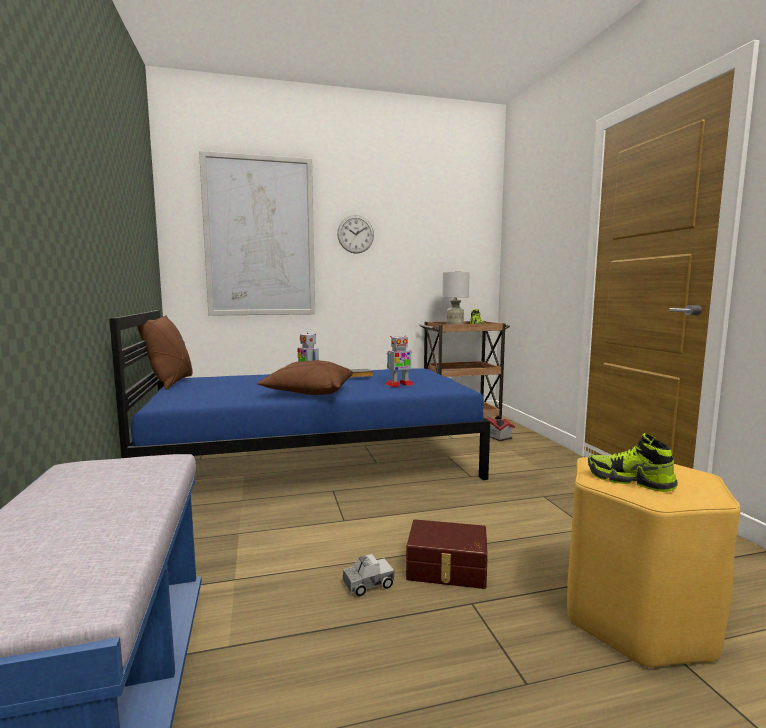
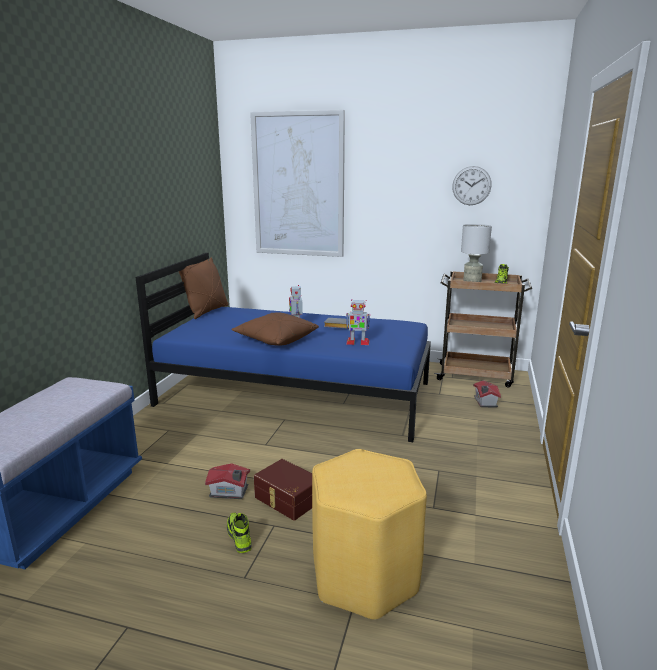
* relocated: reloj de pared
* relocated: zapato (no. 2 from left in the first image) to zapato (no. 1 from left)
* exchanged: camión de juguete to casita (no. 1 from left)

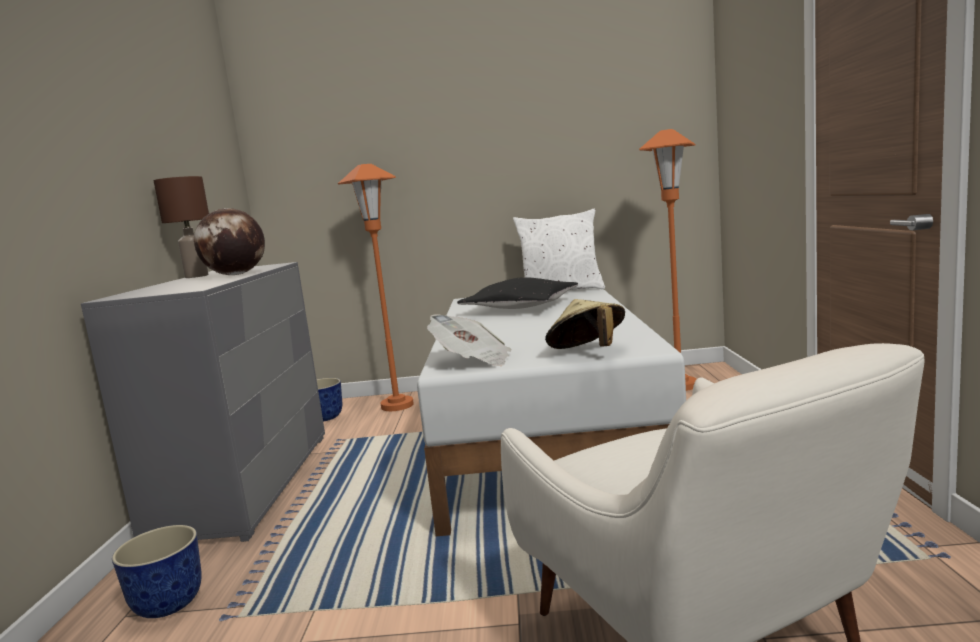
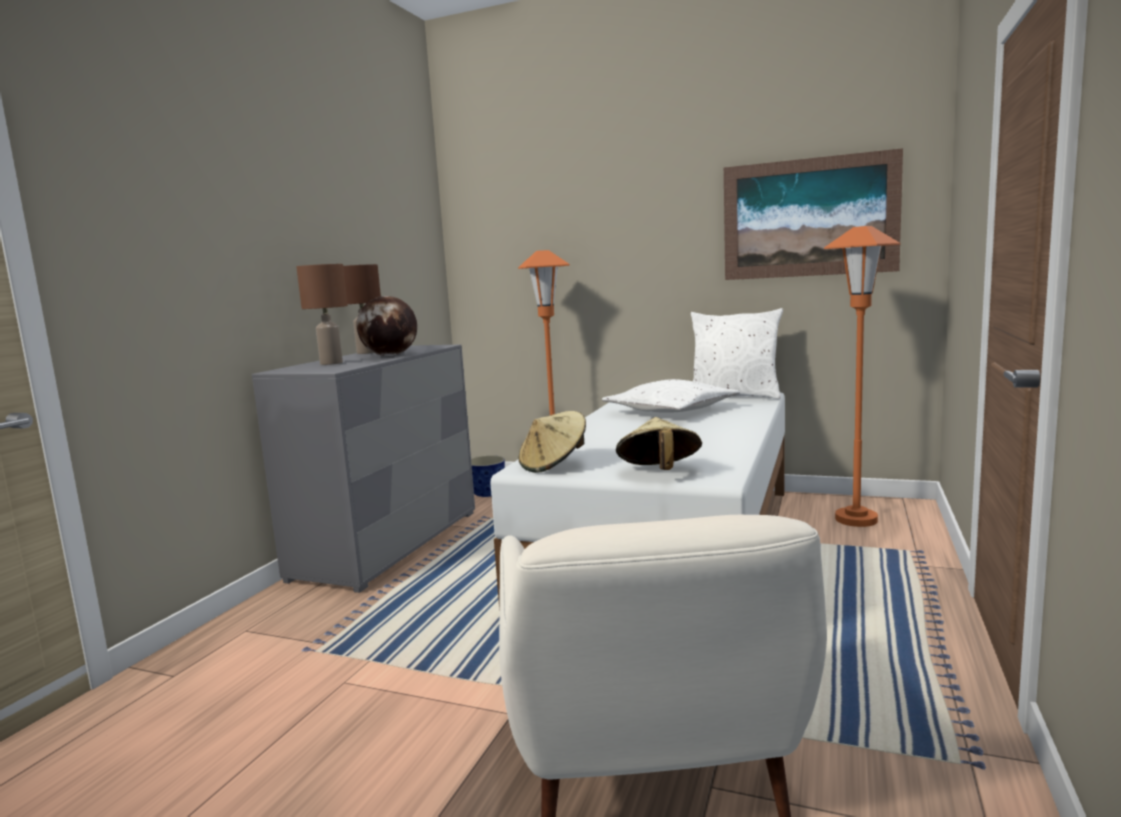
* missing: maceta (no. 1 from left)
* appeared: lámpara de mesa [marrón] (no. 1 from left)
* appeared: cuadro
* exchanged: periódico to sombrero [beis] (no. 1 from left)
* colour: cojín [negro] to cojín [blanco] (no. 1 from left)

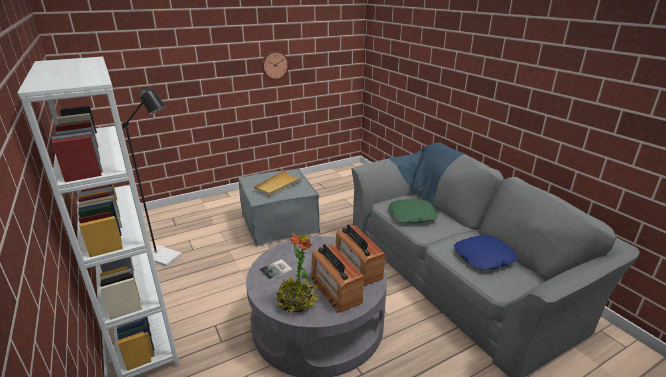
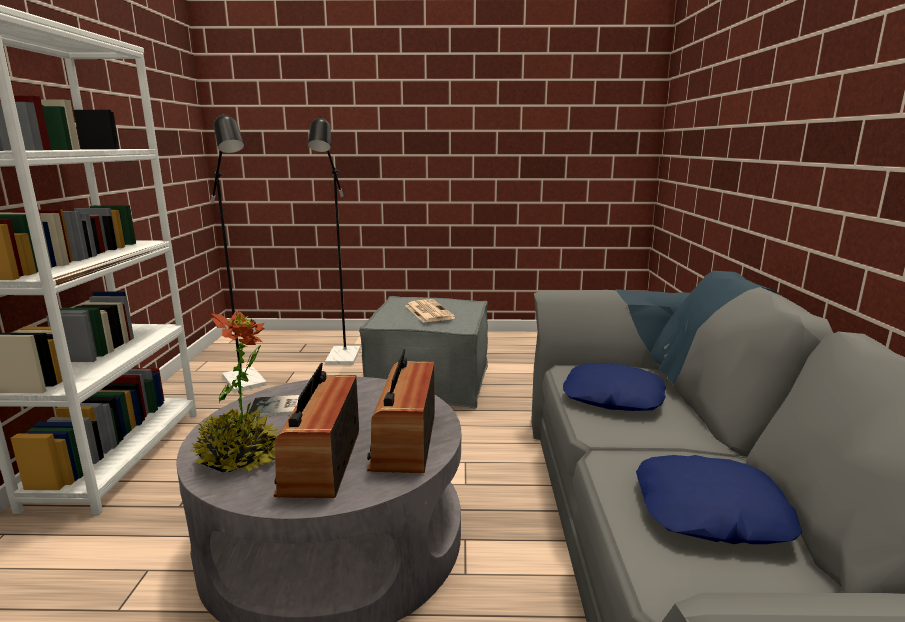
* missing: reloj de pared
* appeared: lámpara de pie [negro] (no. 2 from left)
* exchanged: bandeja [beis] to periódico
* colour: cojín [verde] to cojín [azul] (no. 1 from left)

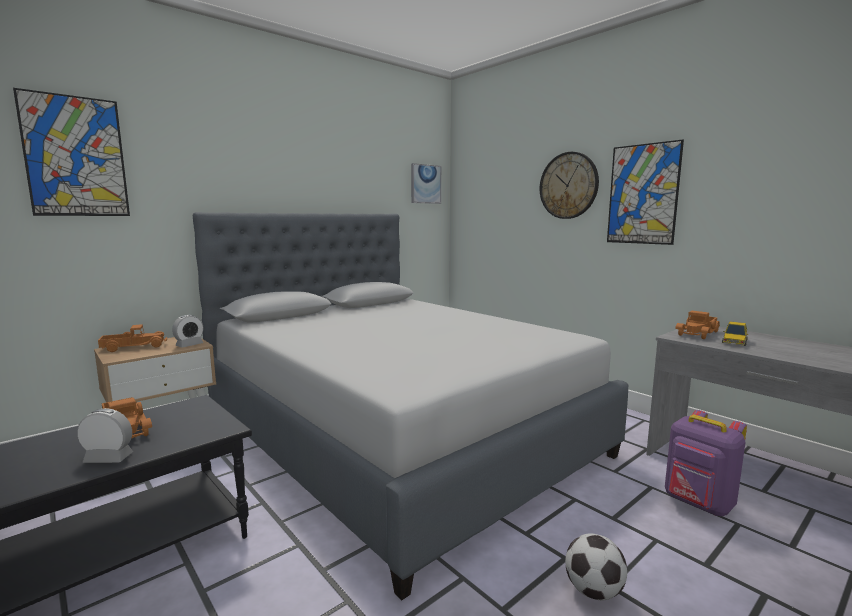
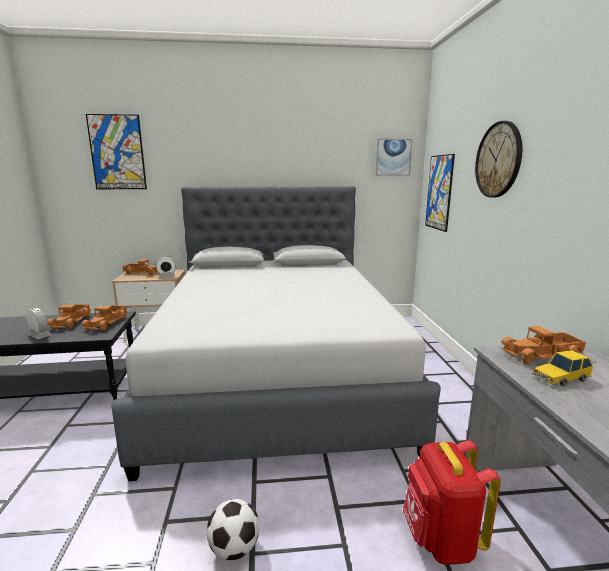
* appeared: camión de juguete (no. 2 from left)
* relocated: cuadro (no. 3 from left)
* colour: mochila [morado] to mochila [rojo]

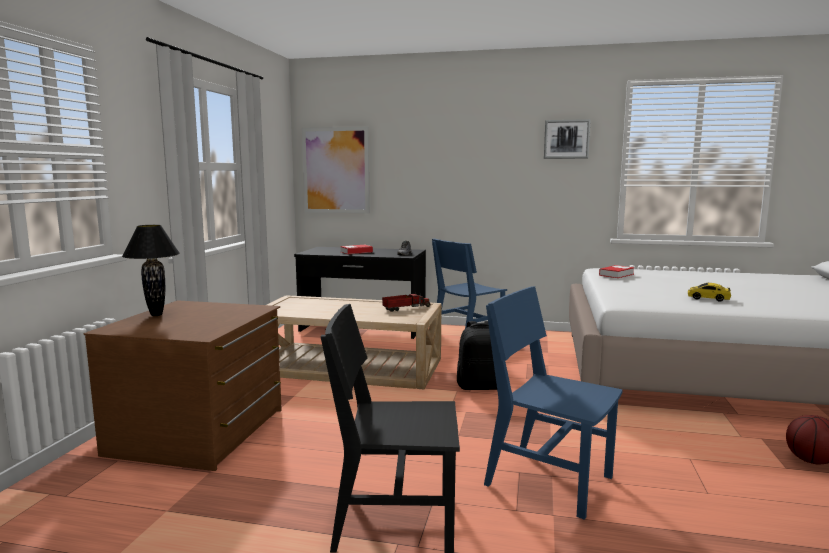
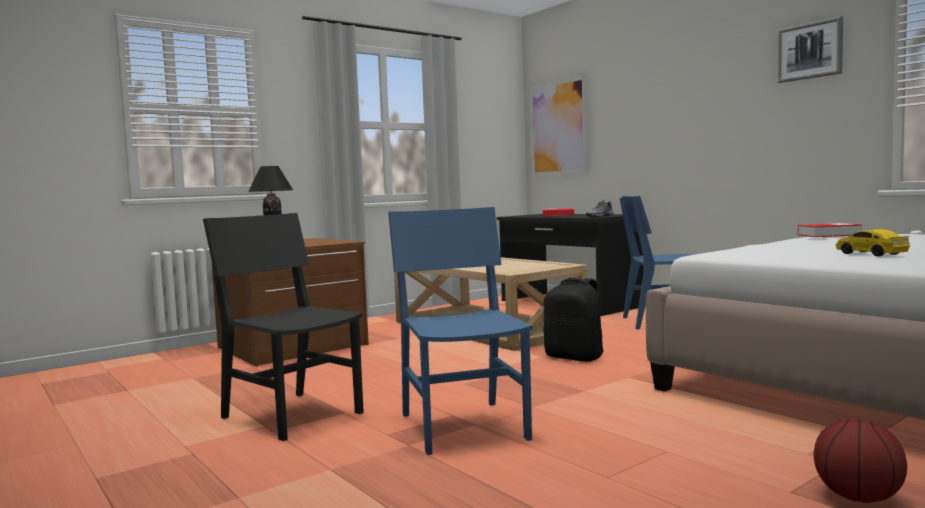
* missing: camión de juguete

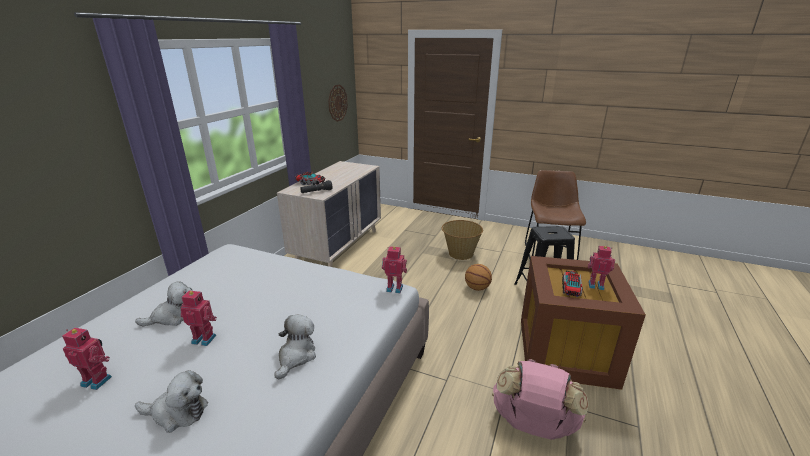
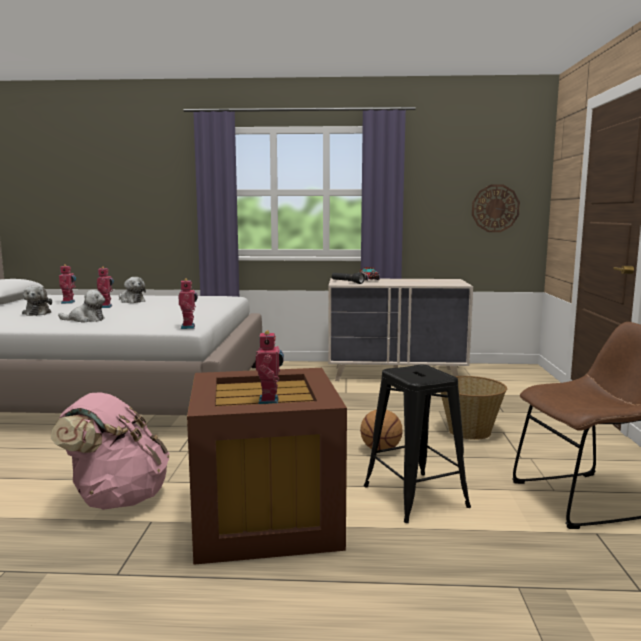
* missing: camión de juguete (no. 2 from left)

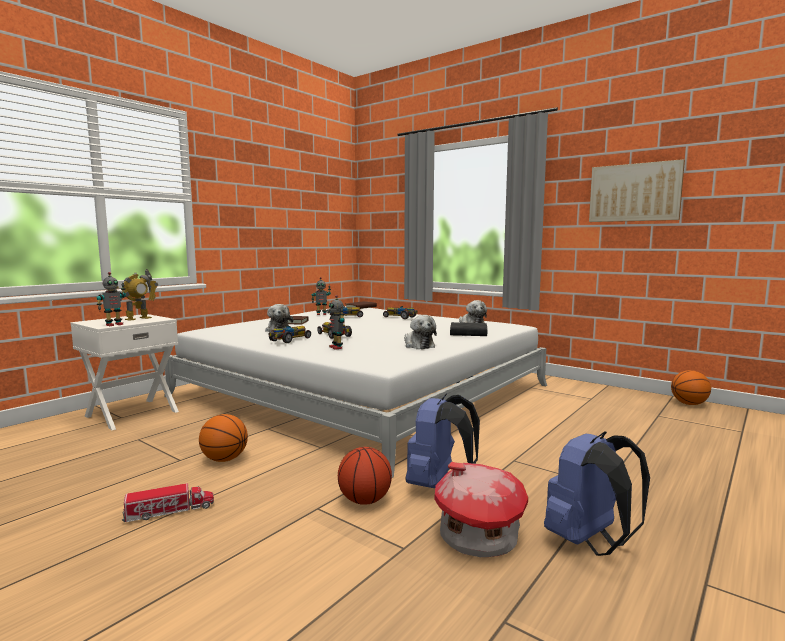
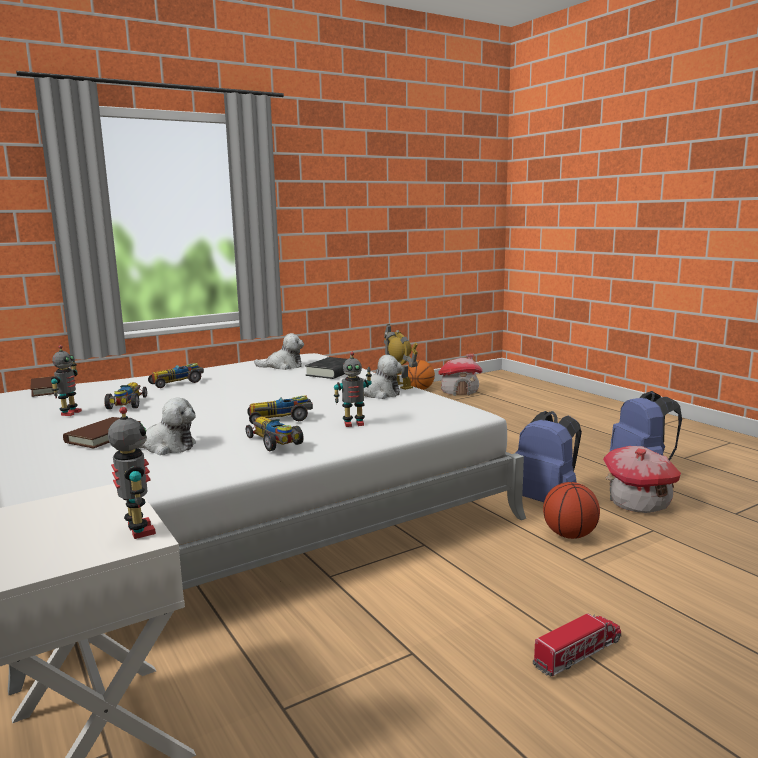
* missing: balón de baloncesto (no. 1 from left)
* missing: cuadro
* appeared: casita (no. 1 from left)
* relocated: robot de juguete (no. 2 from left in the first image) to robot de juguete (no. 4 from left)
* spun: camión de juguete 60 degrees clockwise

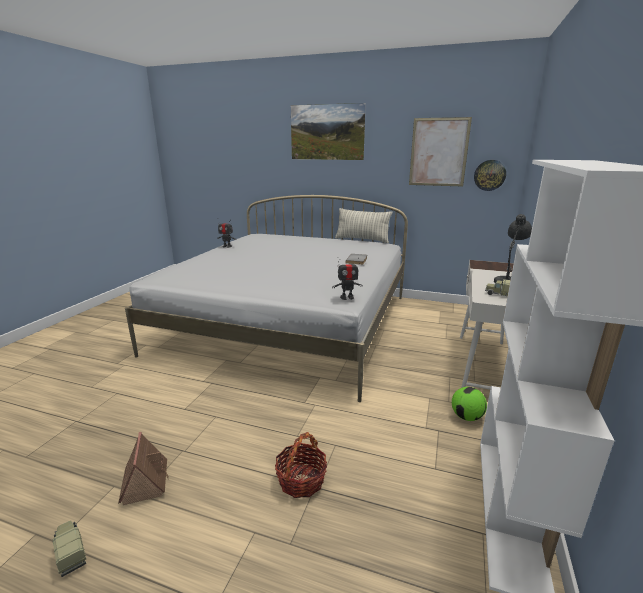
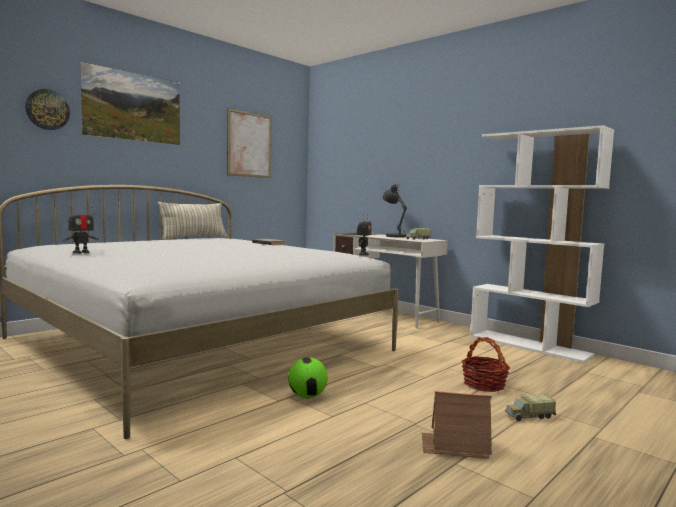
* relocated: camión de juguete (no. 1 from left in the first image) to camión de juguete (no. 2 from left)
* relocated: balón de fútbol
* relocated: reloj de pared

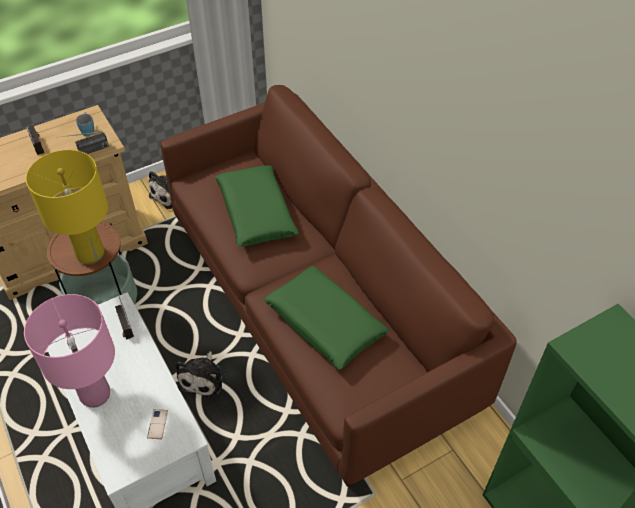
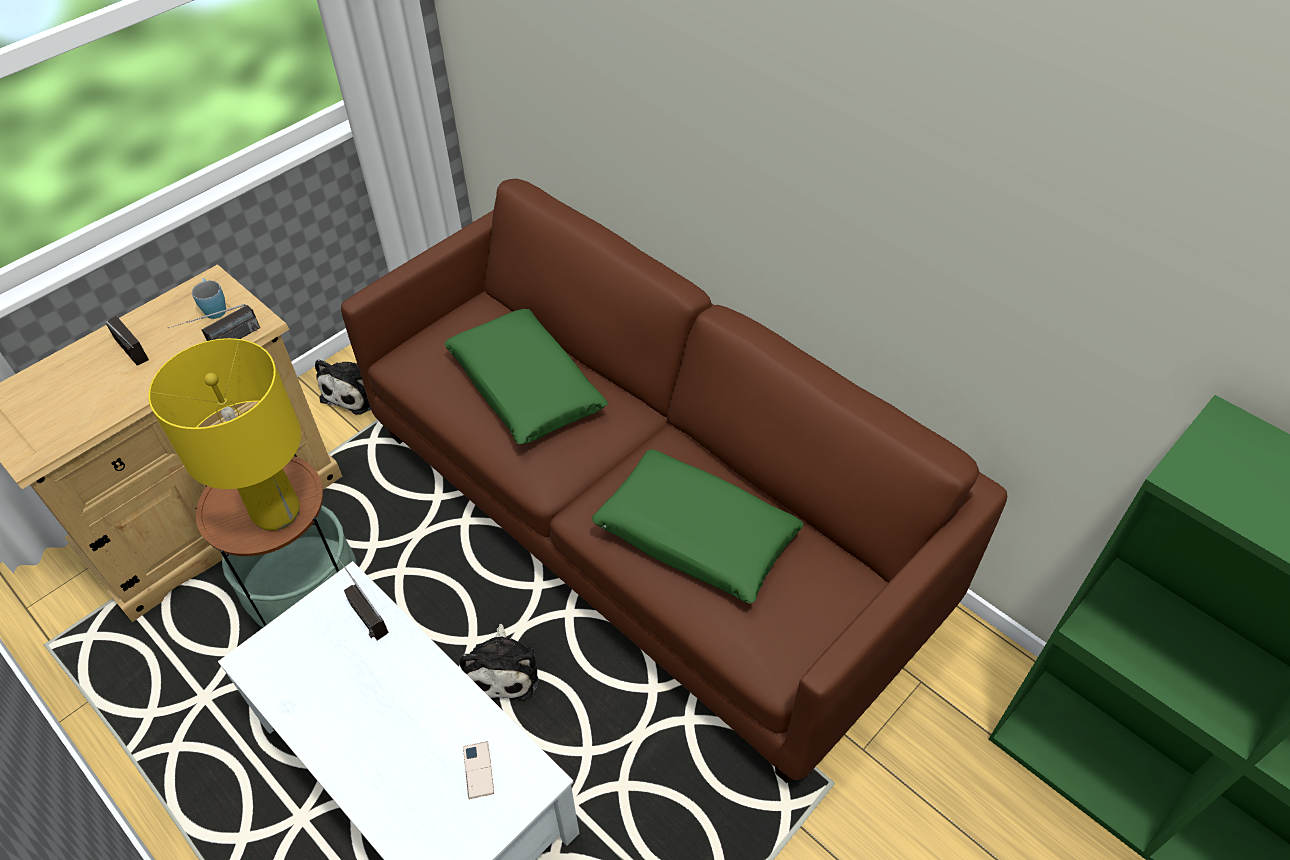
* missing: lámpara de mesa [rosa]

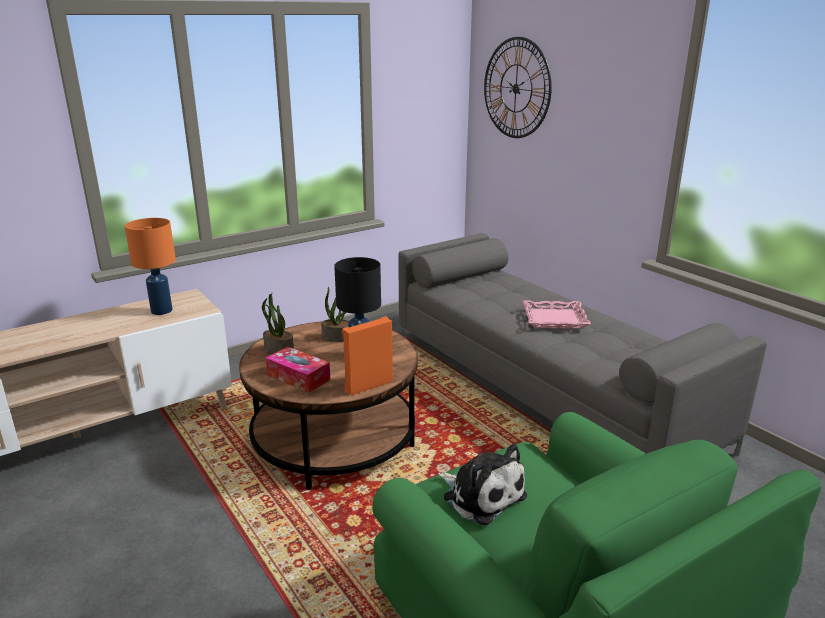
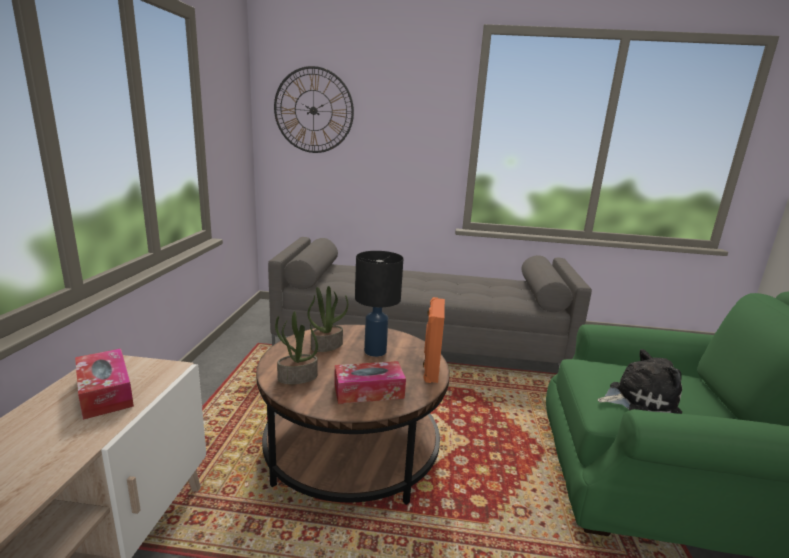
* missing: bandeja [rosa]
* exchanged: lámpara de mesa [naranja] to caja de pañuelos (no. 1 from left)

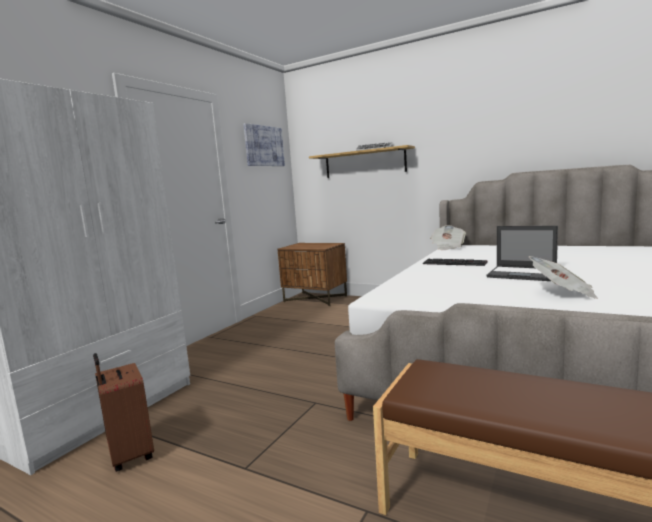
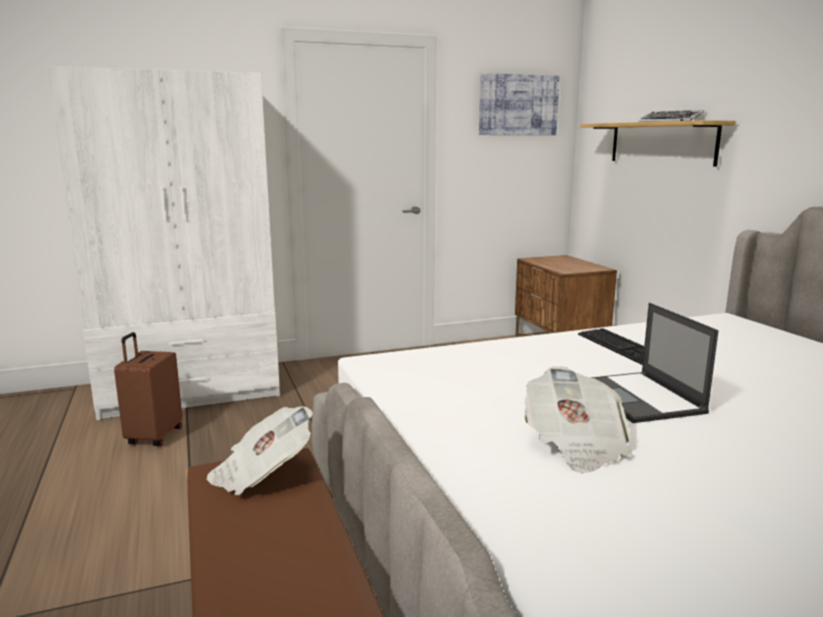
* relocated: periódico (no. 1 from left)

